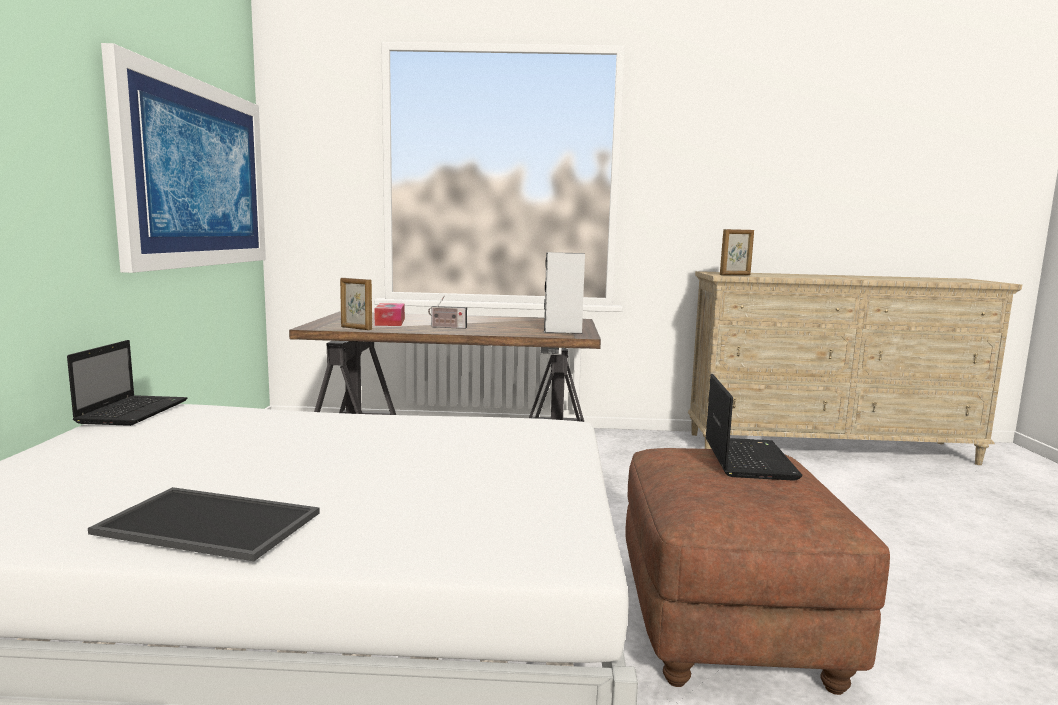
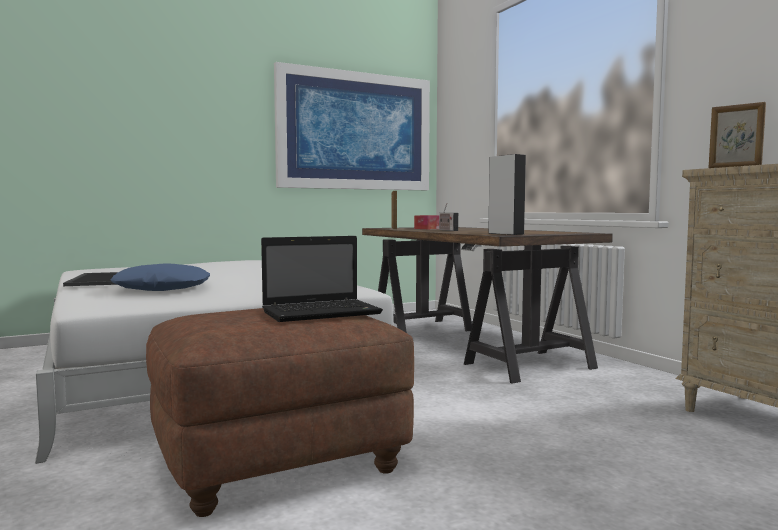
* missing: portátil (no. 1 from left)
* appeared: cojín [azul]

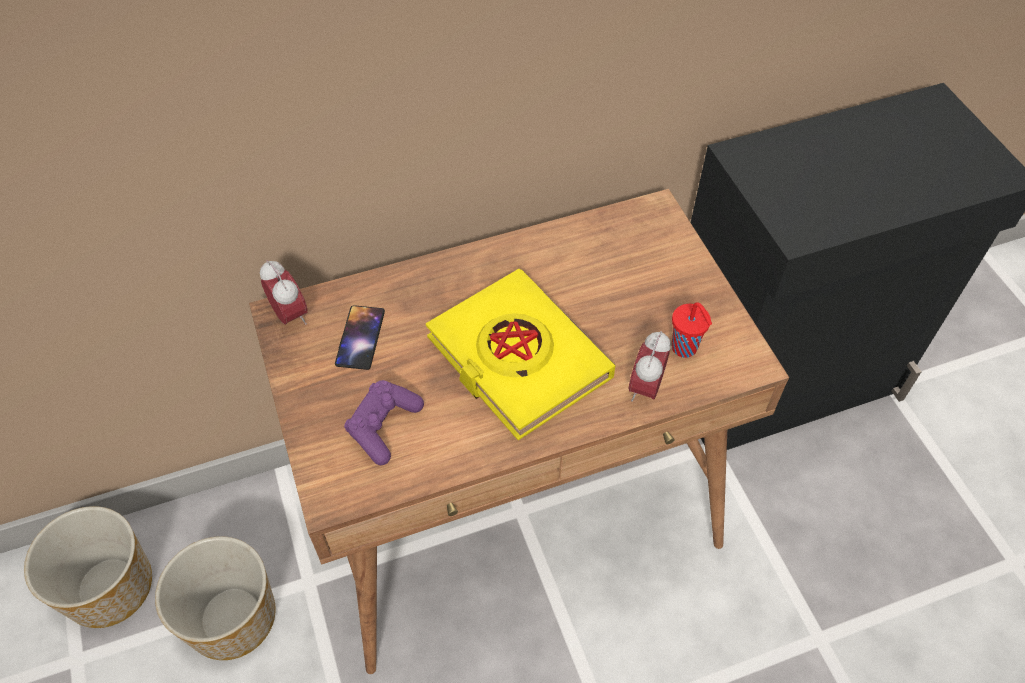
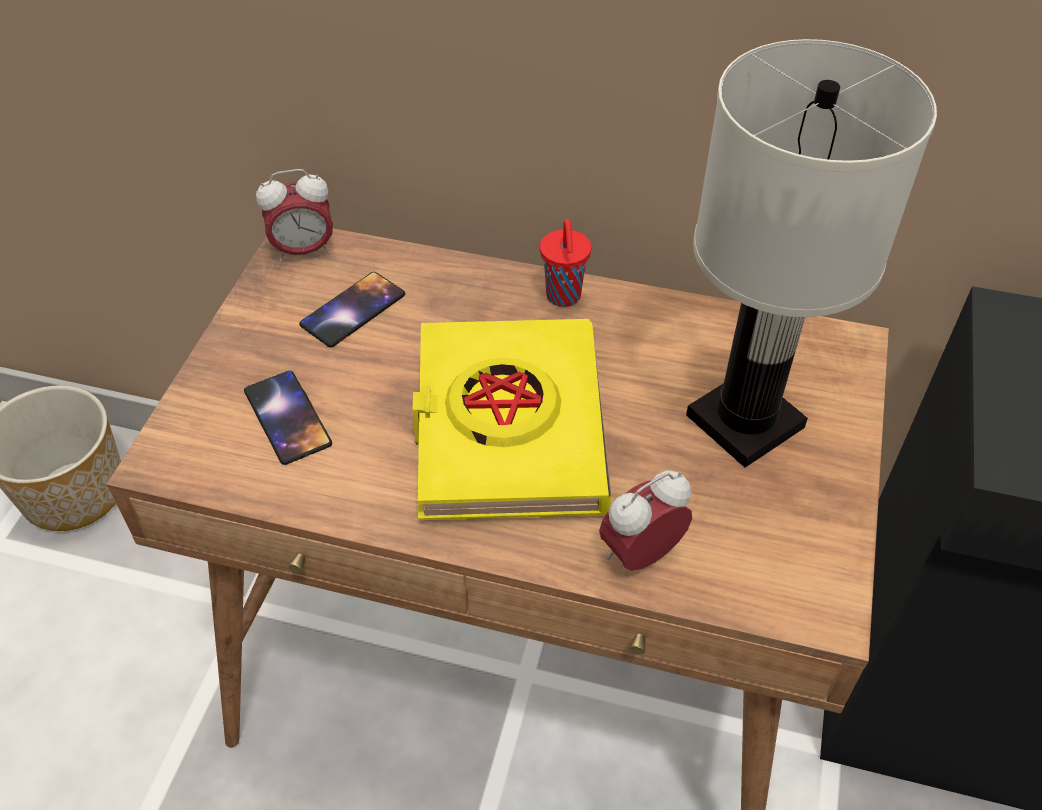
* missing: maceta (no. 2 from left)
* appeared: lámpara de mesa [blanco]
* relocated: taza [rojo]
* exchanged: mando de consola [morado] to móvil (no. 1 from left)
* spun: despertador (no. 1 from left) 75 degrees clockwise

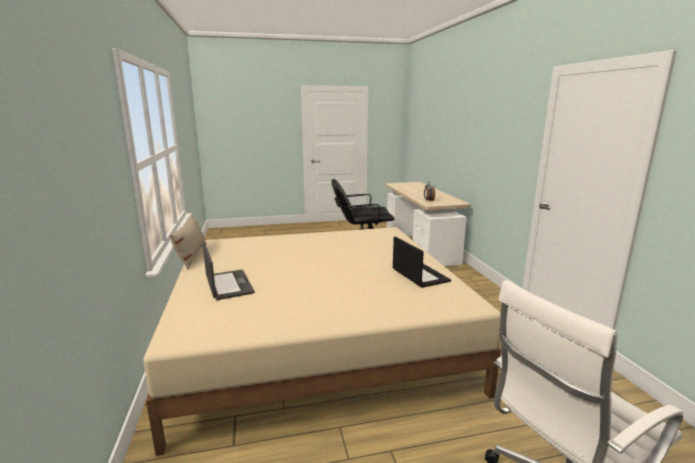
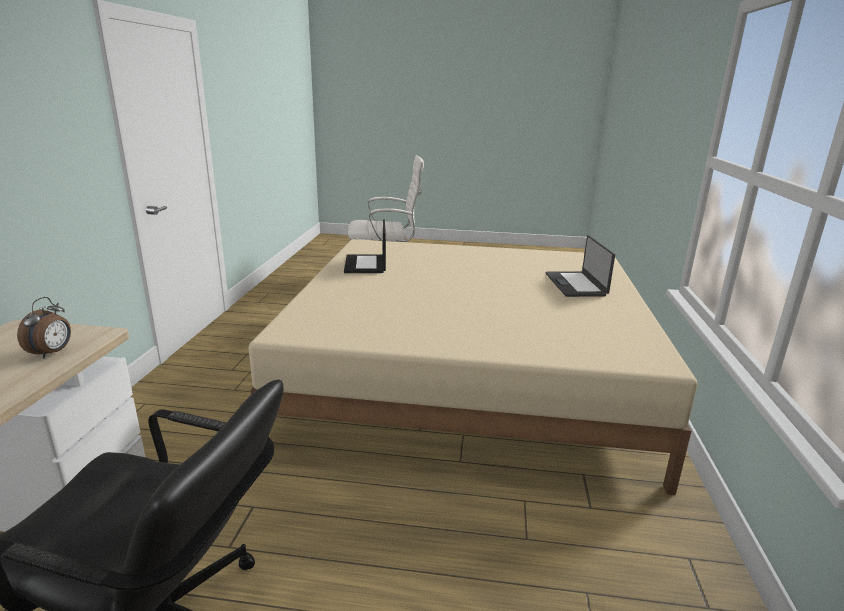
* missing: cojín [beis]

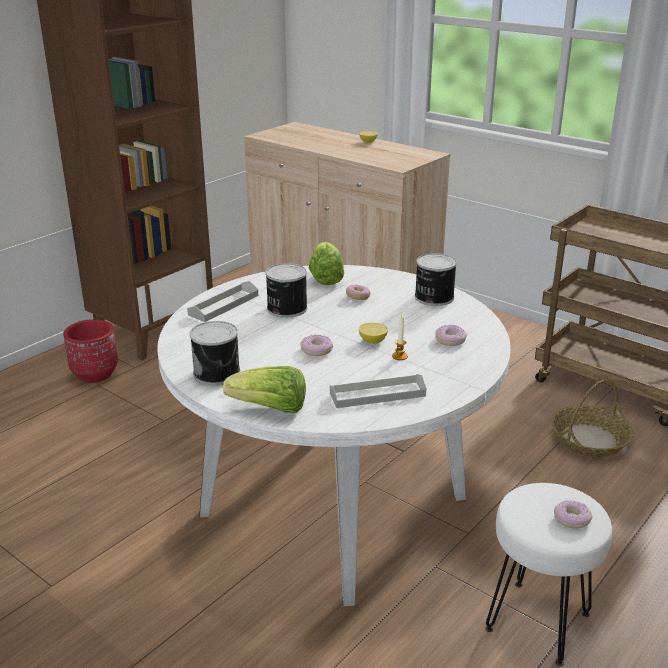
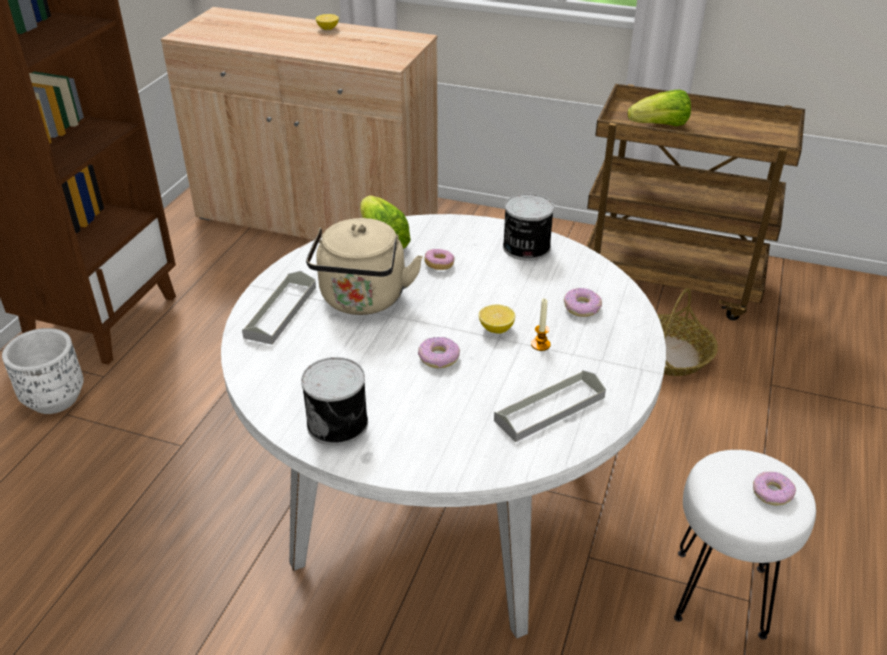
* relocated: lechuga (no. 1 from left in the first image) to lechuga (no. 2 from left)
* exchanged: lata (no. 2 from left) to hervidor [beis]
* colour: maceta [rojo] to maceta [blanco]

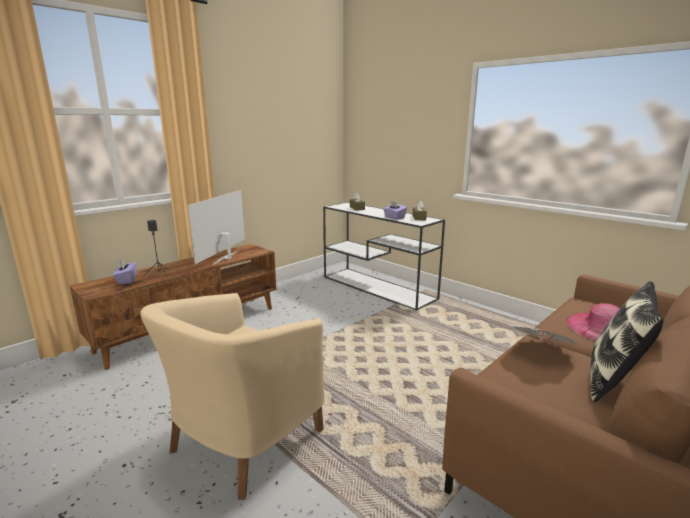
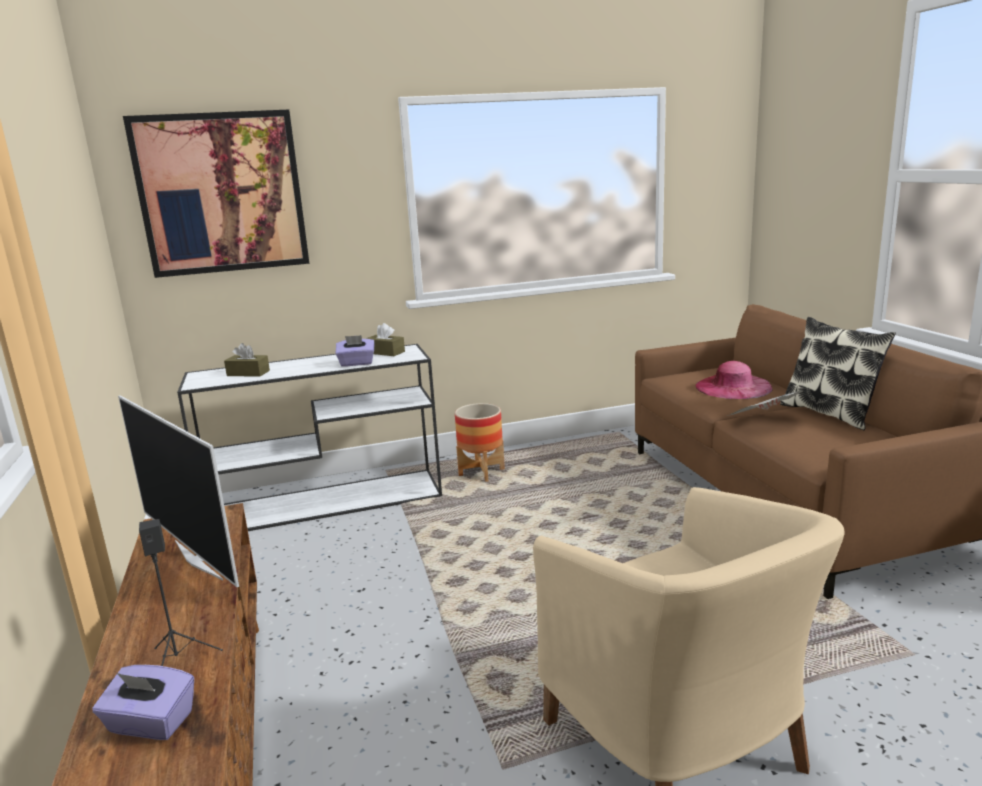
* appeared: cuadro
* appeared: maceta

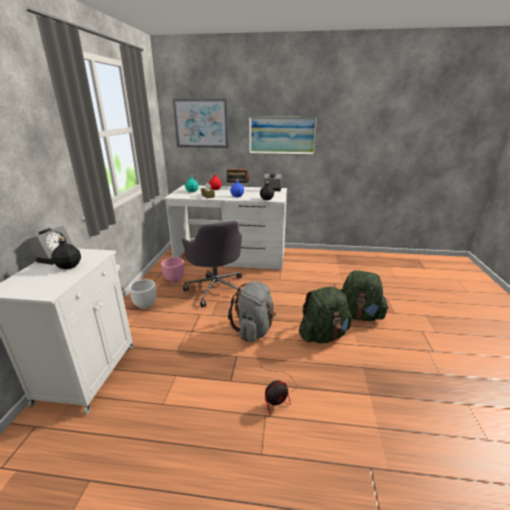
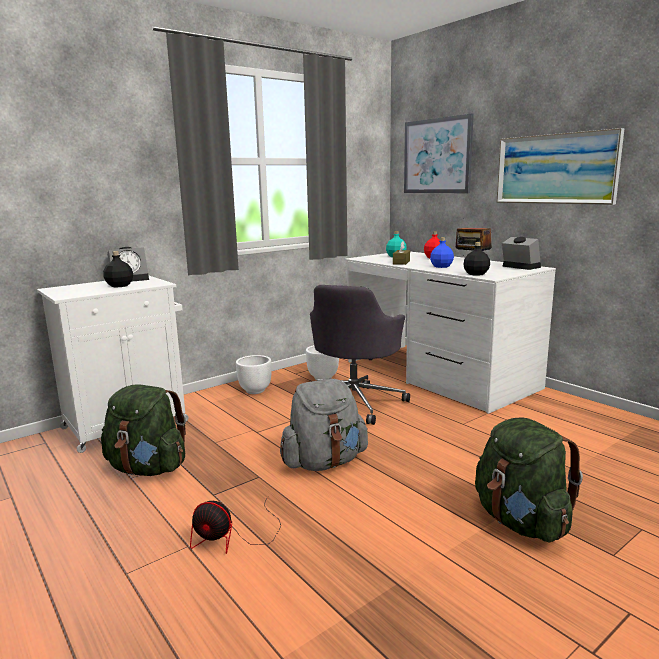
* relocated: mochila [verde] (no. 1 from left)
* colour: maceta [rosa] to maceta [blanco] (no. 2 from left)

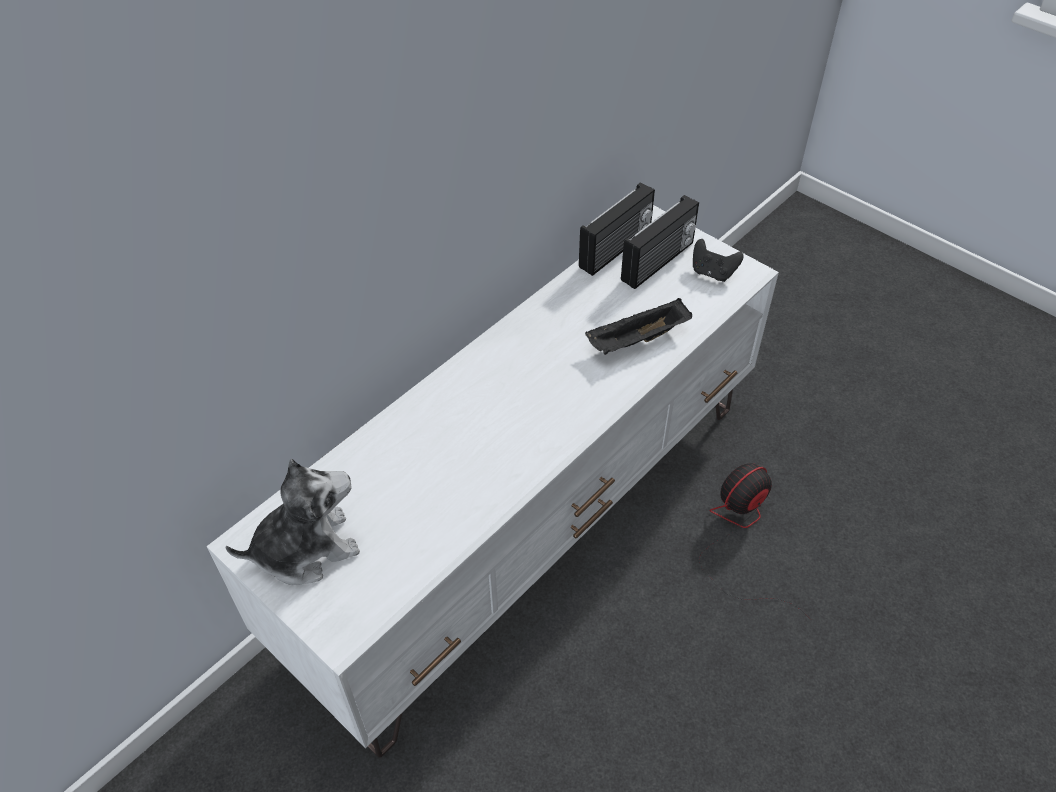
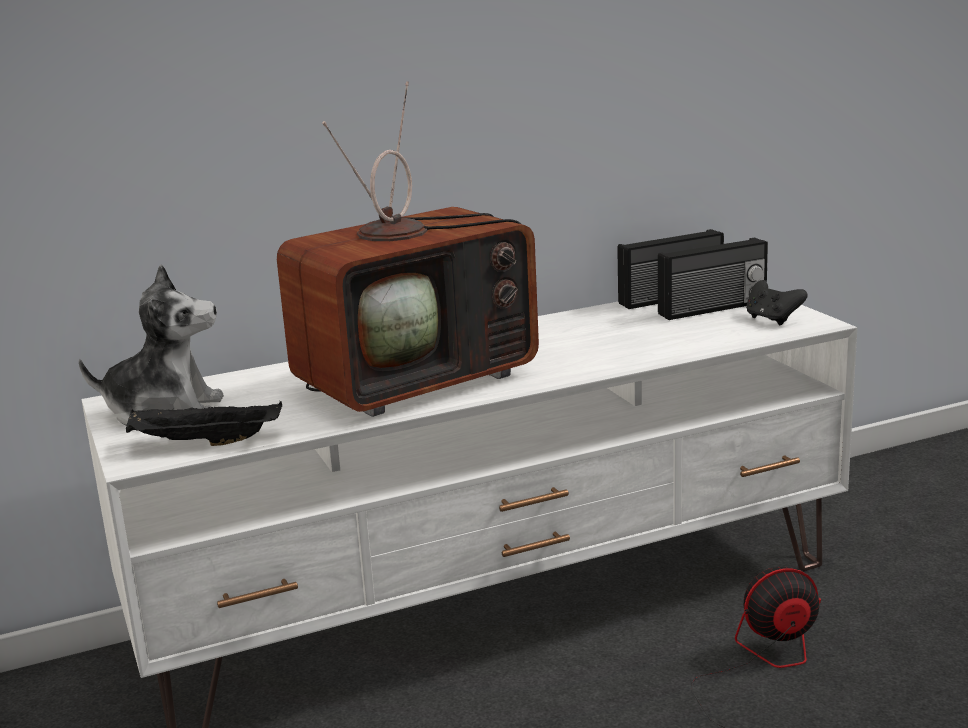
* appeared: televisor
* relocated: bandeja [negro]

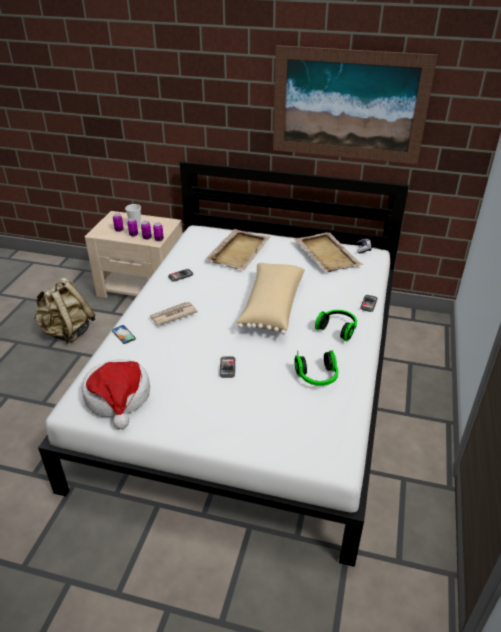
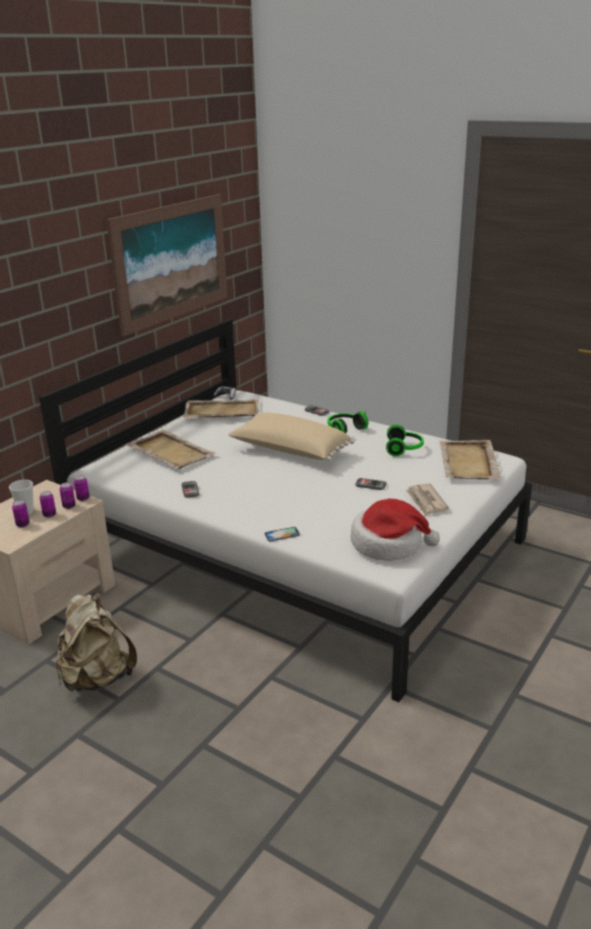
* appeared: bandeja [beis] (no. 3 from left)
* relocated: periódico

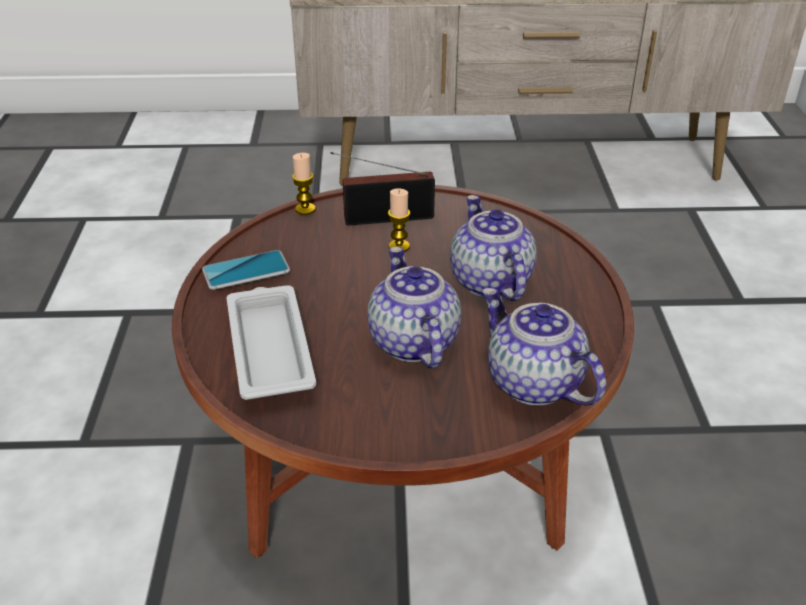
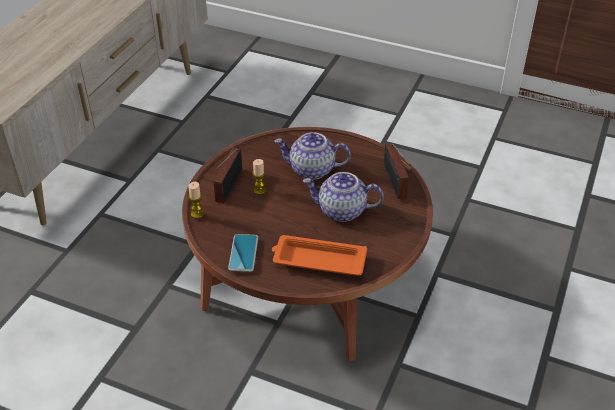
* exchanged: tetera (no. 3 from left) to radio (no. 2 from left)
* colour: bandeja [blanco] to bandeja [naranja]

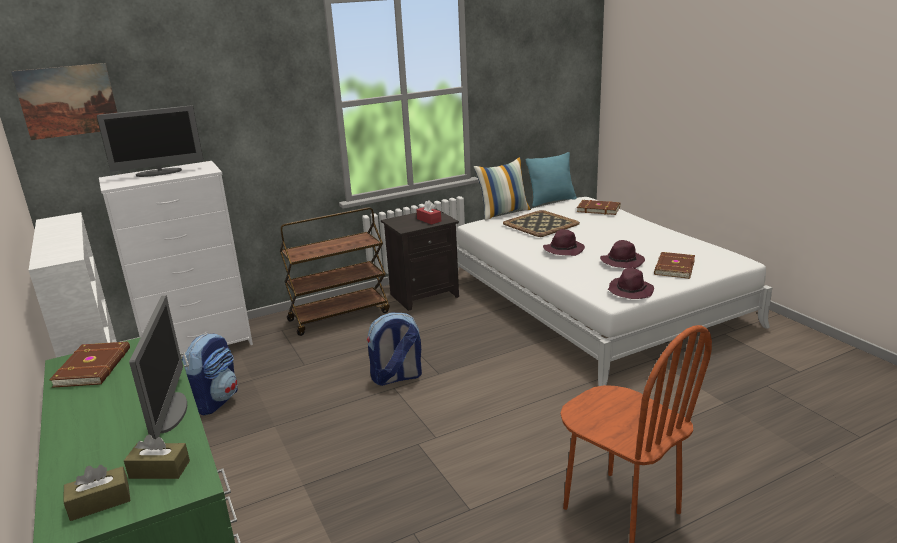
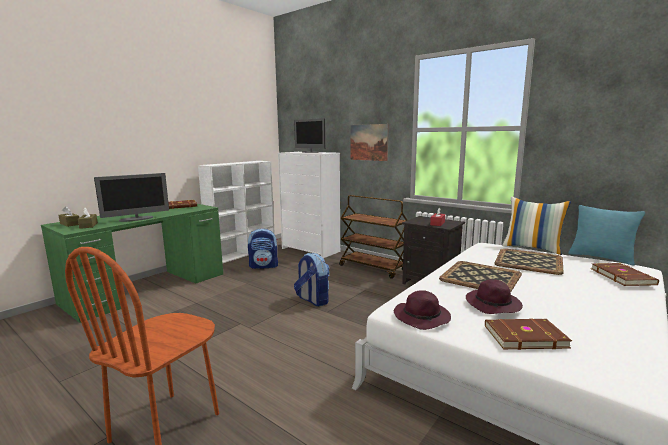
* relocated: cuadro
* exchanged: sombrero [morado] (no. 1 from left) to bandeja (no. 1 from left)

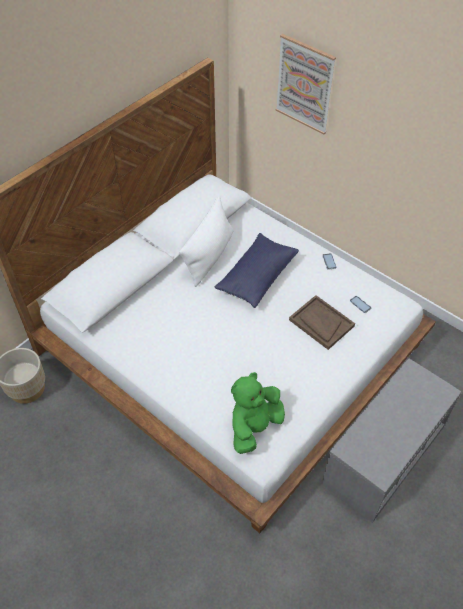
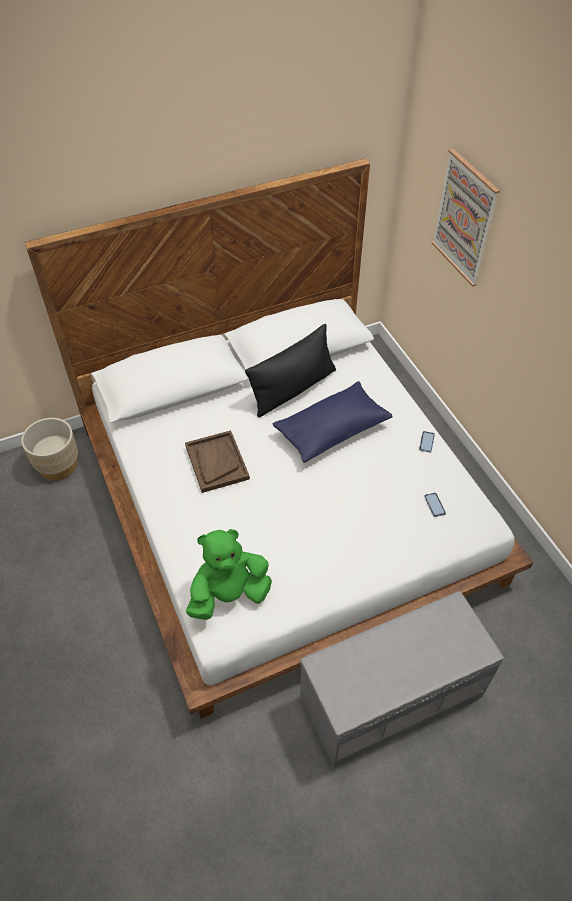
* relocated: bandeja [marrón]
* colour: cojín [blanco] to cojín [negro]

